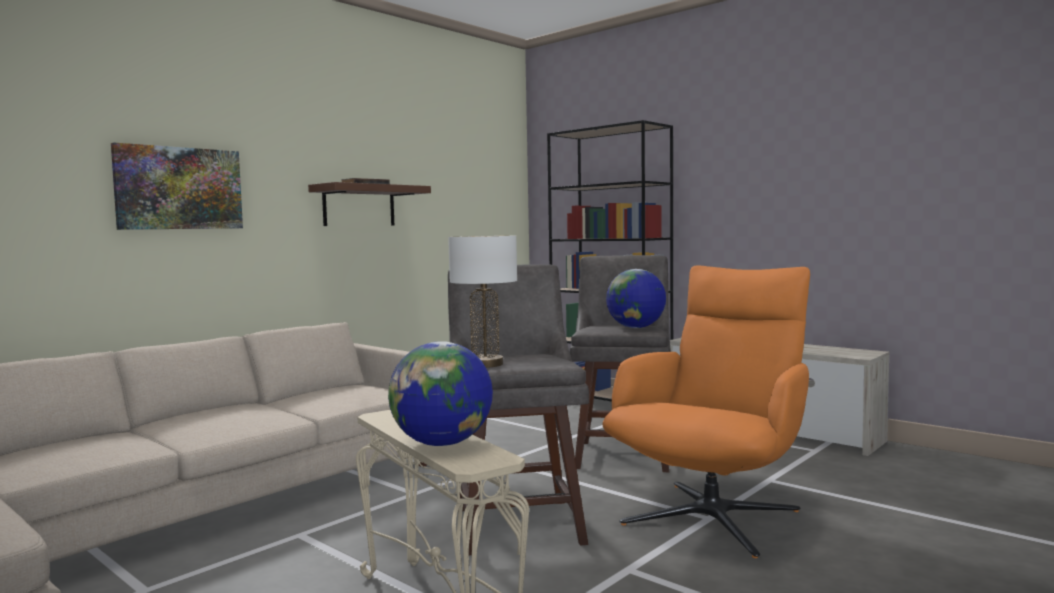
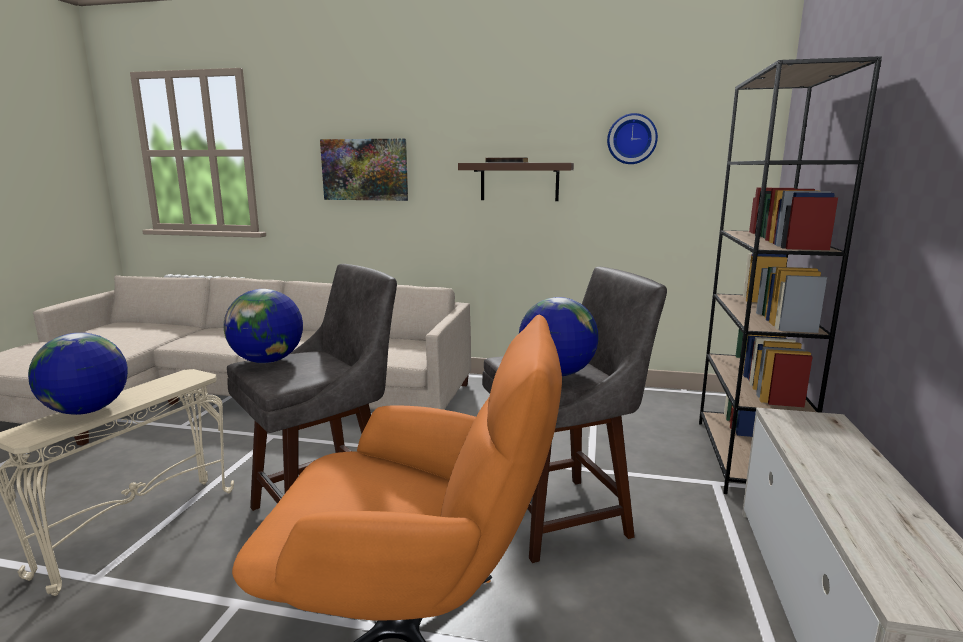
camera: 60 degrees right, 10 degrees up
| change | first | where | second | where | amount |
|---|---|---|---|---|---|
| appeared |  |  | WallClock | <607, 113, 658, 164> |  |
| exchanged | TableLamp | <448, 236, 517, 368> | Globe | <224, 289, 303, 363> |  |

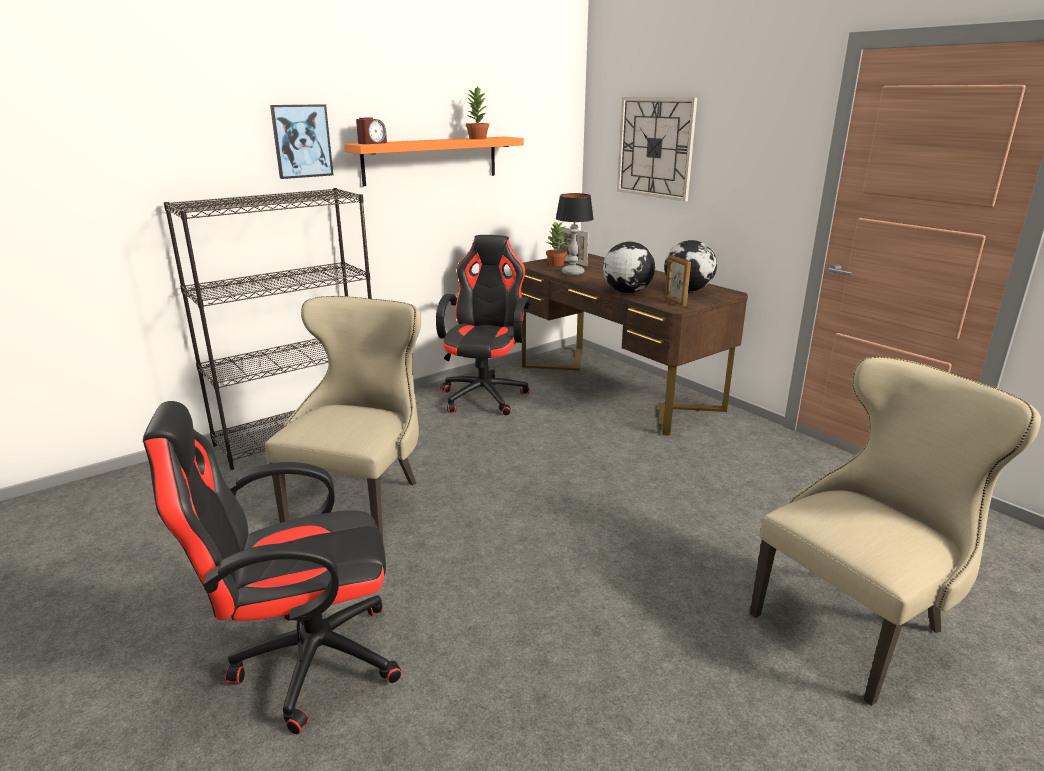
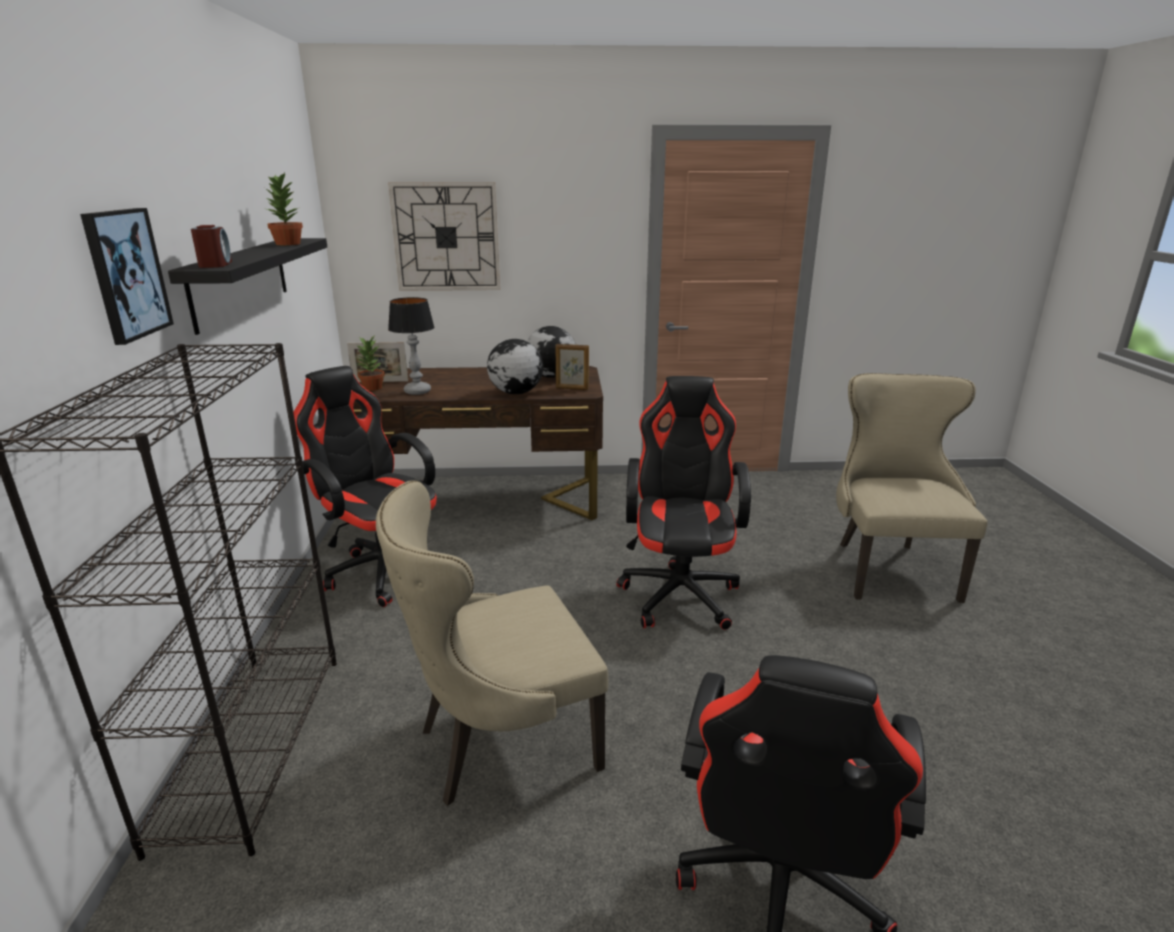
camera: 55 degrees left, 0 degrees up
| change | first | where | second | where | amount |
|---|---|---|---|---|---|
| appeared |  |  | BlackColouredComputerChair | <616, 376, 751, 630> |  |
| colour | OrangeColouredBracketShelf | <344, 137, 524, 186> | BlackColouredBracketShelf | <168, 238, 327, 335> |  |
| spun | SandColouredChair | <265, 296, 421, 540> |  | <376, 480, 608, 806> | 75 degrees counterclockwise |

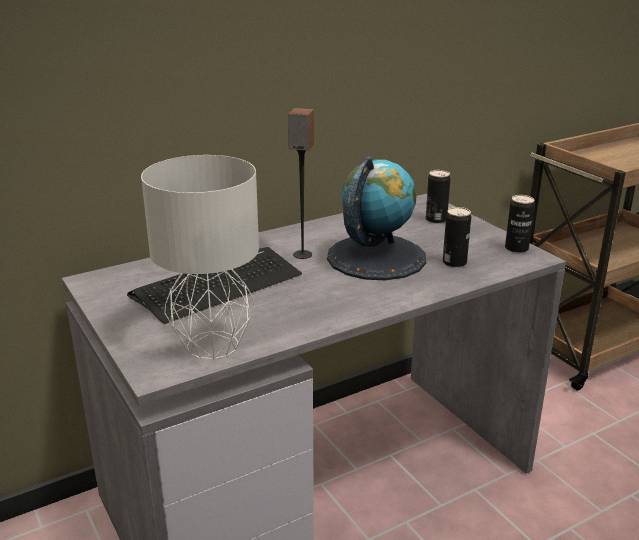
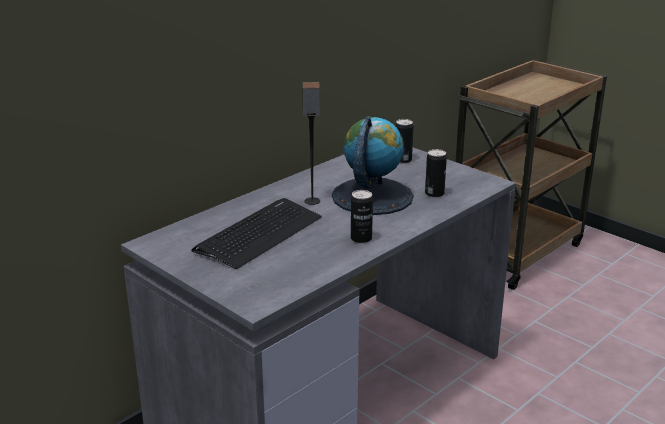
camera: 15 degrees left, 0 degrees up
| change | first | where | second | where | amount |
|---|---|---|---|---|---|
| missing | GrayTableLamp | <141, 155, 259, 359> |  |  |  |
| relocated | MetalCan | <505, 195, 535, 253> |  | <351, 190, 373, 243> |  |

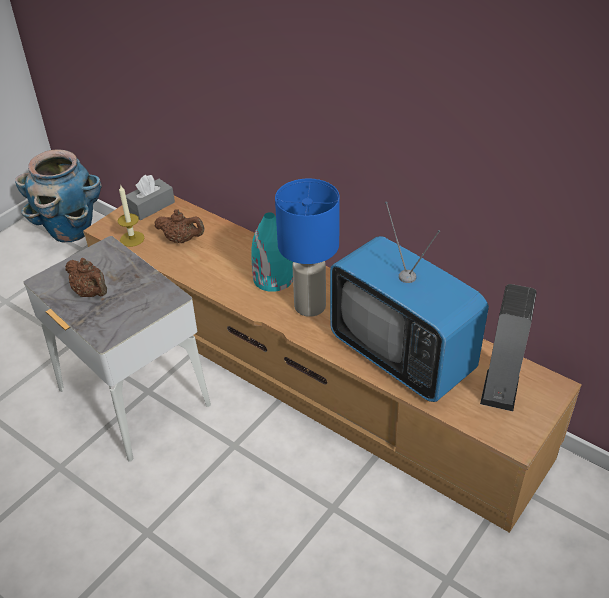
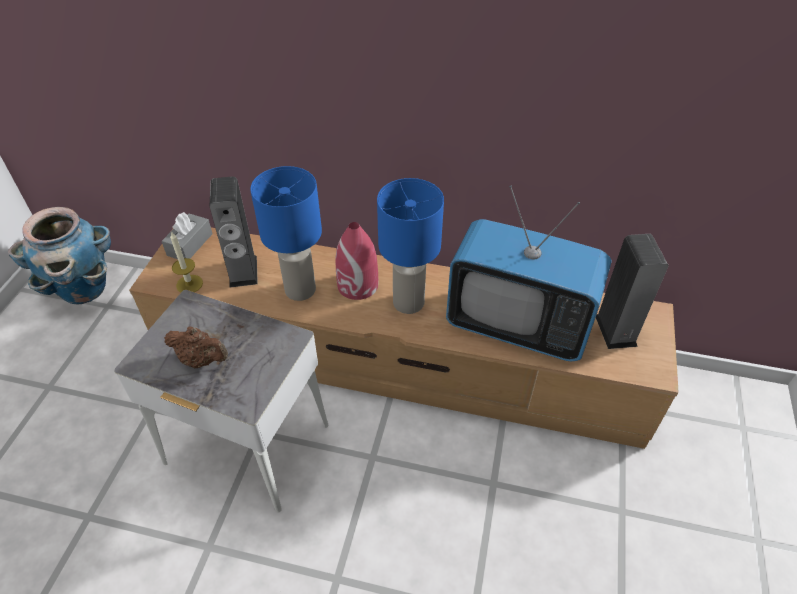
camera: 25 degrees left, 5 degrees up
| change | first | where | second | where | amount |
|---|---|---|---|---|---|
| appeared |  |  | BluishTableLamp | <250, 166, 322, 301> |  |
| exchanged | BrownColouredTeapot | <154, 209, 204, 243> | AudioSpeaker | <210, 176, 258, 288> |  |
| colour | BlueGreenFlowerVase | <251, 212, 293, 292> | ReddishFlowerVase | <335, 222, 378, 300> |  |

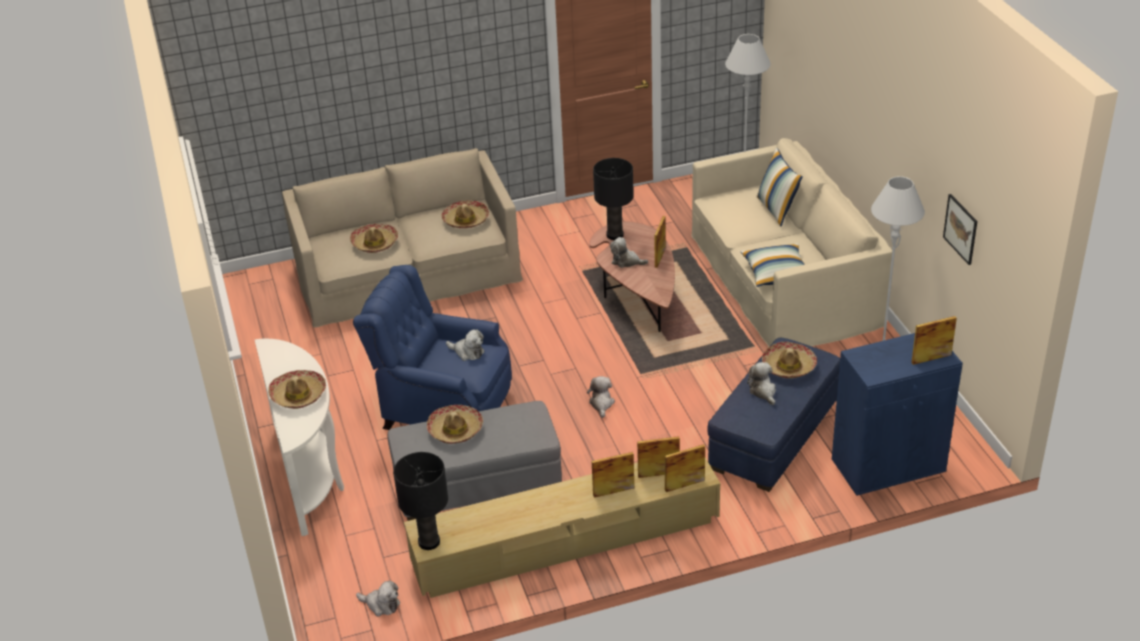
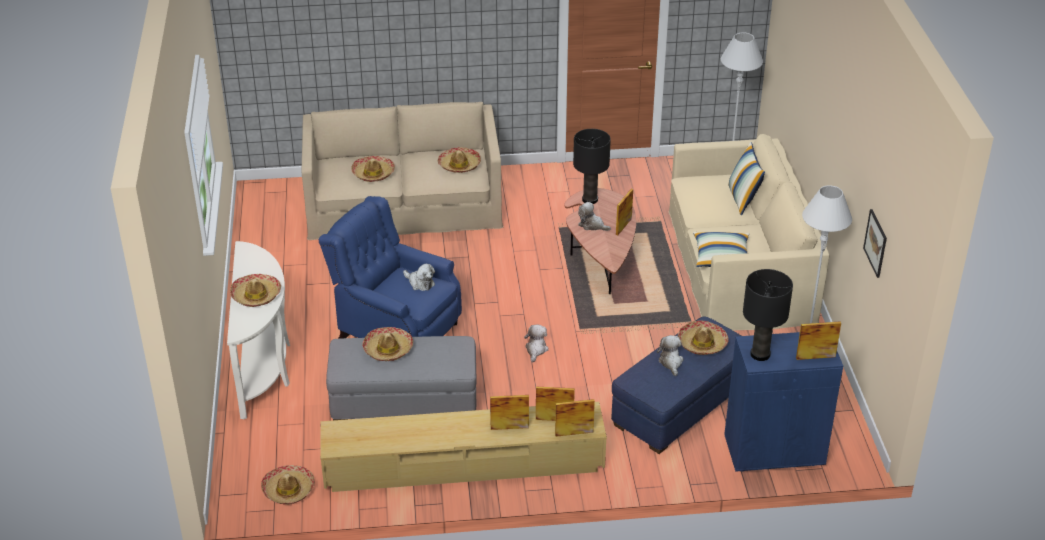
camera: 10 degrees right, 0 degrees up
| change | first | where | second | where | amount |
|---|---|---|---|---|---|
| relocated | BlackColouredTableLamp | <393, 452, 448, 550> |  | <743, 269, 793, 361> |  |
| exchanged | PlushToy | <356, 580, 400, 617> | Hat | <261, 465, 315, 505> |  |

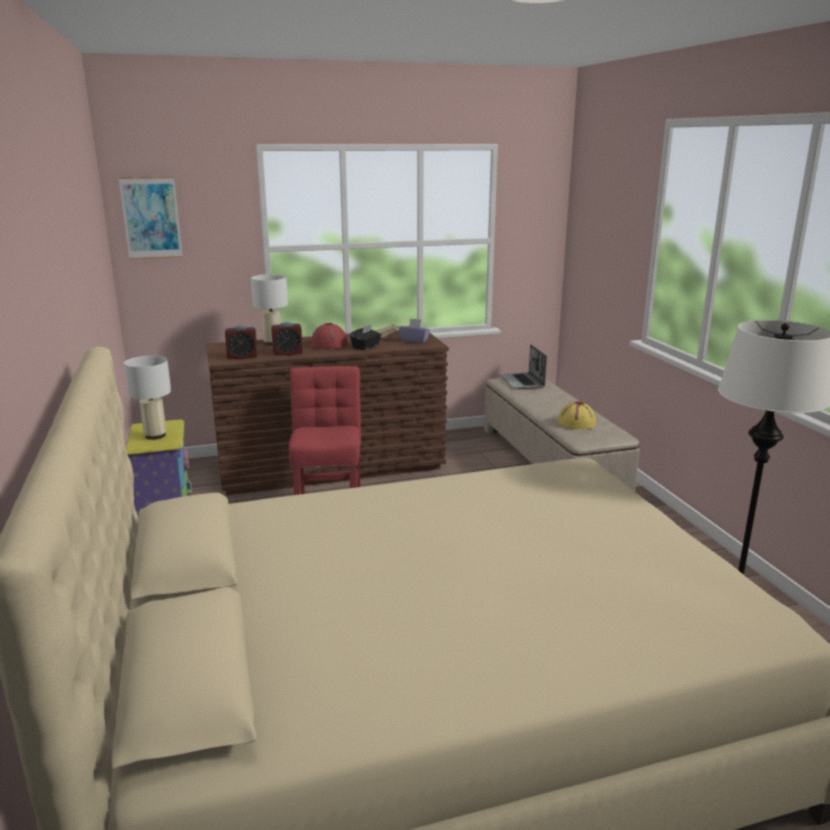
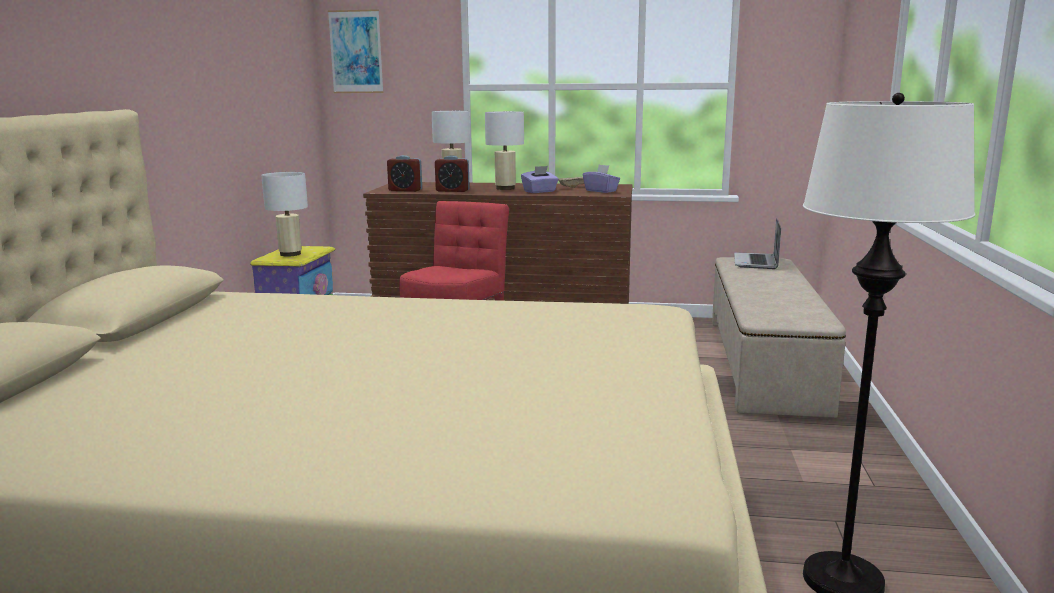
camera: 25 degrees right, 5 degrees down
| change | first | where | second | where | amount |
|---|---|---|---|---|---|
| missing | YellowishHat | <557, 401, 596, 429> |  |  |  |
| exchanged | ReddishHat | <311, 323, 348, 349> | WhiteColouredTableLamp | <485, 111, 524, 190> |  |
| colour | BlackColouredTissueBox | <350, 325, 381, 350> | PurpleColouredTissueBox | <521, 166, 559, 193> |  |

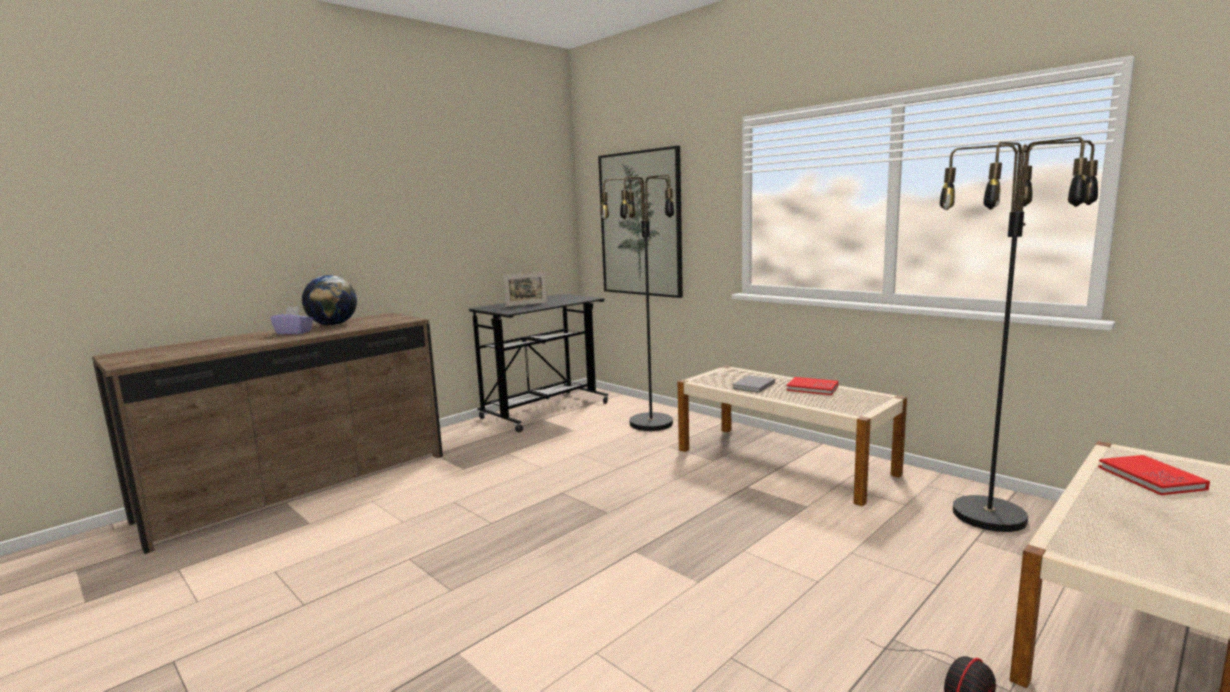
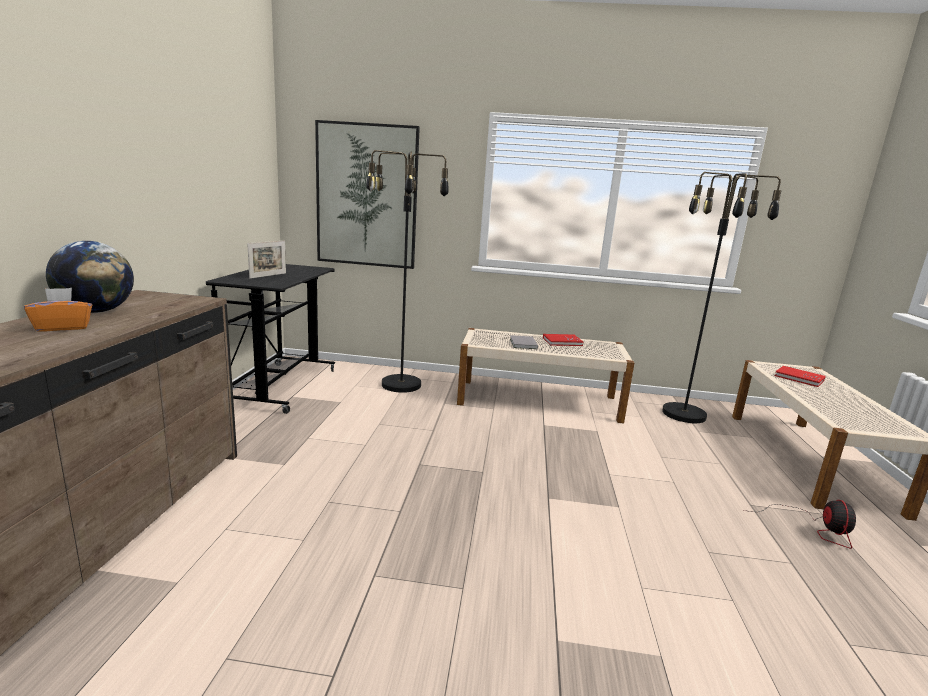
camera: 40 degrees left, 5 degrees up
| change | first | where | second | where | amount |
|---|---|---|---|---|---|
| colour | PurpleColouredTissueBox | <270, 306, 313, 335> | OrangeColouredTissueBox | <24, 288, 92, 331> |  |

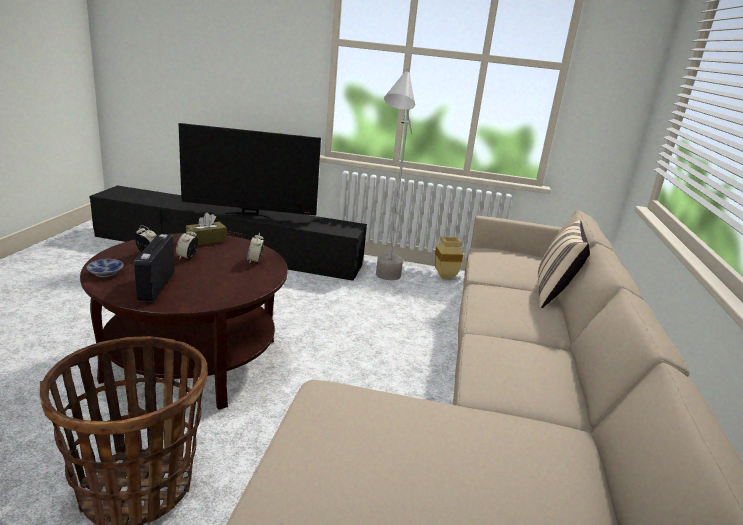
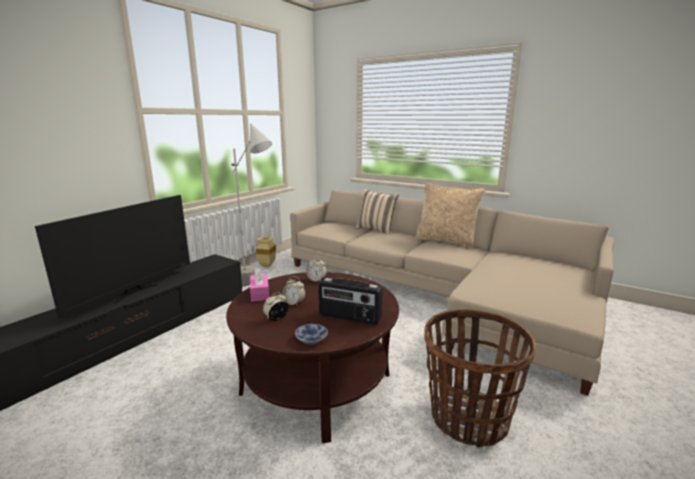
camera: 65 degrees left, 5 degrees down
| change | first | where | second | where | amount |
|---|---|---|---|---|---|
| appeared |  |  | SandColouredCushion | <416, 183, 485, 247> |  |
| colour | BrownColouredTissueBox | <186, 212, 227, 245> | PinkishTissueBox | <250, 268, 269, 302> |  |

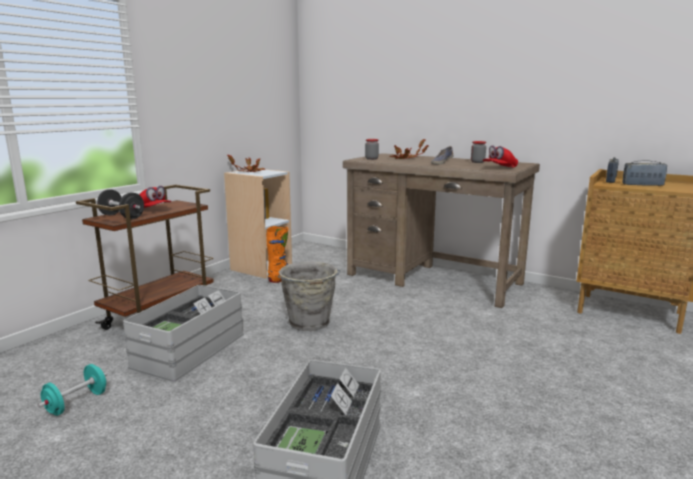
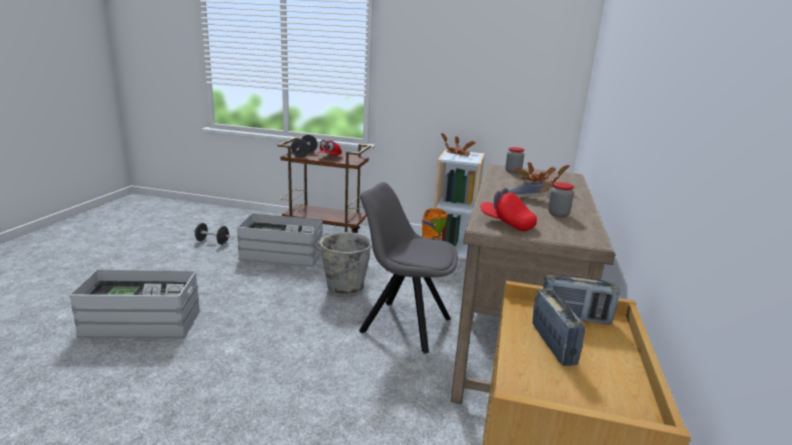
camera: 70 degrees right, 5 degrees up
| change | first | where | second | where | amount |
|---|---|---|---|---|---|
| appeared |  |  | GrayChair | <359, 182, 458, 353> |  |
| colour | BlueGreenDumbbell | <38, 364, 107, 416> | BlackColouredDumbbell | <194, 223, 230, 245> |  |

